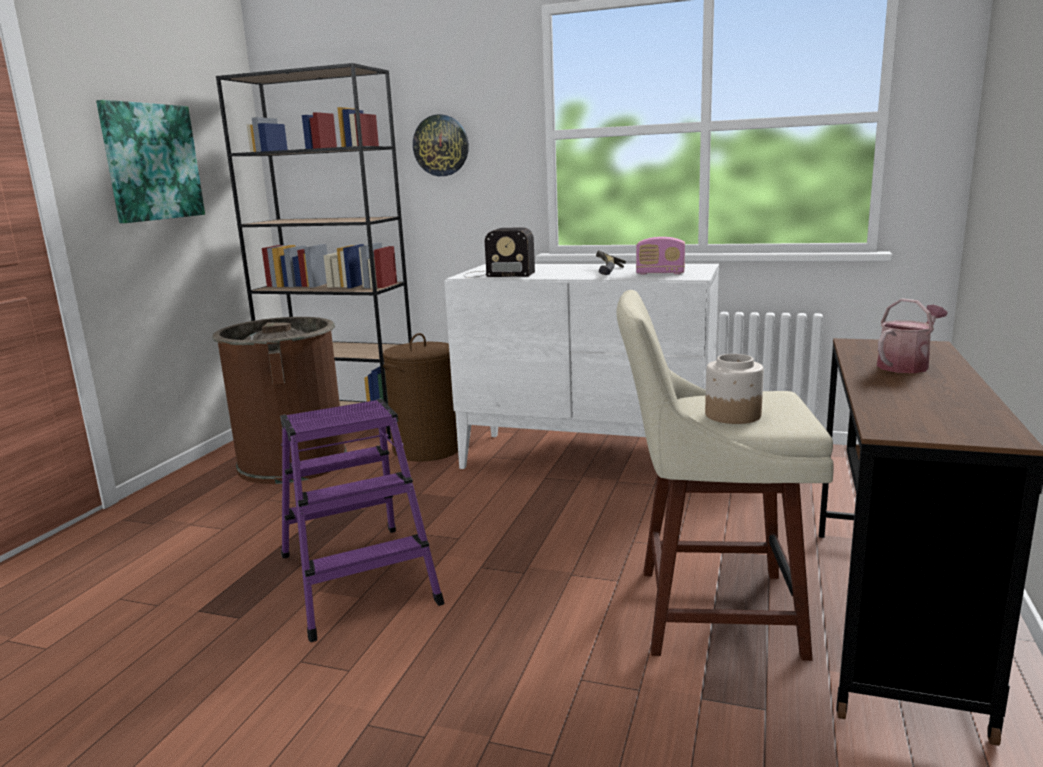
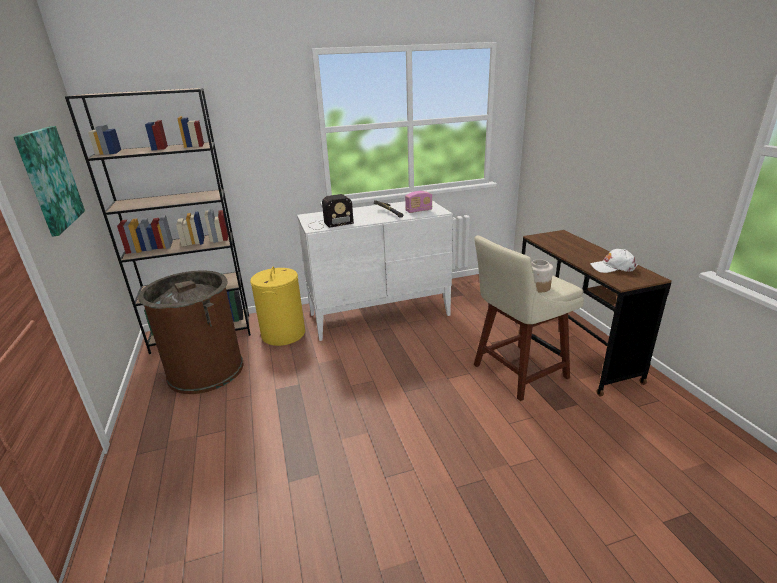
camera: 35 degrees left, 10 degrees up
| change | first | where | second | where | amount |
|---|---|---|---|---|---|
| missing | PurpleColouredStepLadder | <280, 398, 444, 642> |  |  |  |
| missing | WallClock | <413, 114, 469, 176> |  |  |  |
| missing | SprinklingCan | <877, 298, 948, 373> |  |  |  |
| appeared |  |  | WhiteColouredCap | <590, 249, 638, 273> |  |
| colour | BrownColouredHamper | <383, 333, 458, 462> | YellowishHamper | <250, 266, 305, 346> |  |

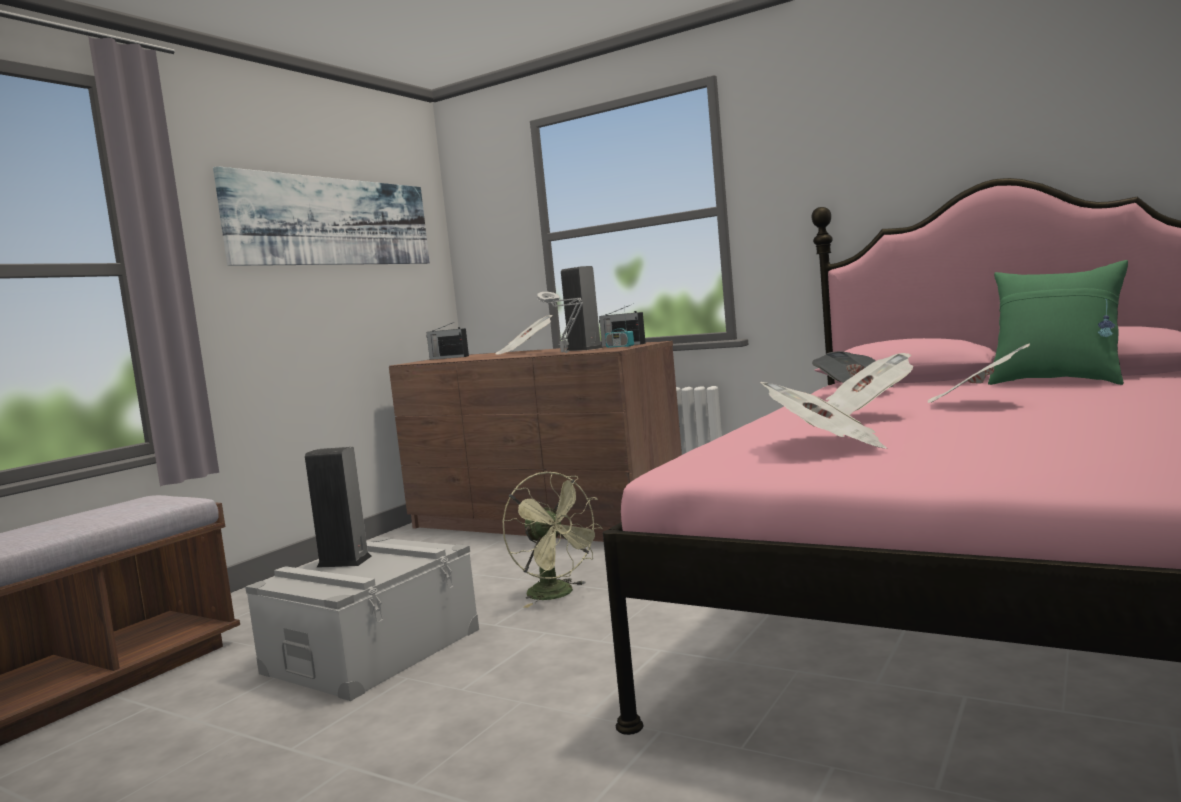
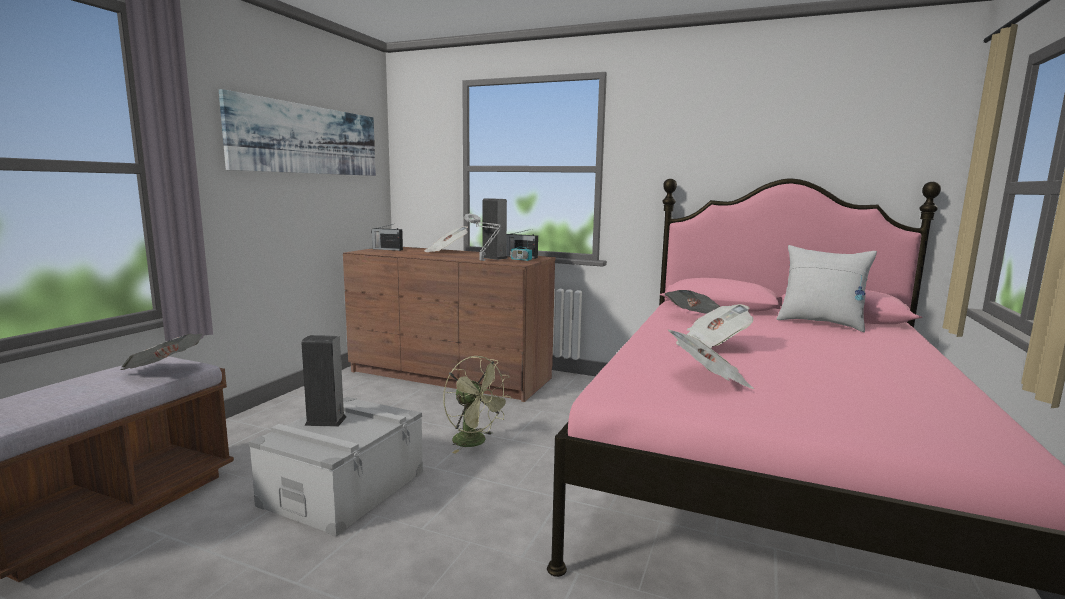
camera: 10 degrees left, 5 degrees up
| change | first | where | second | where | amount |
|---|---|---|---|---|---|
| relocated | DailyPaper | <928, 344, 1030, 403> |  | <120, 334, 203, 370> |  |
| colour | GreenishCushion | <988, 260, 1128, 385> | GrayCushion | <777, 245, 877, 332> |  |

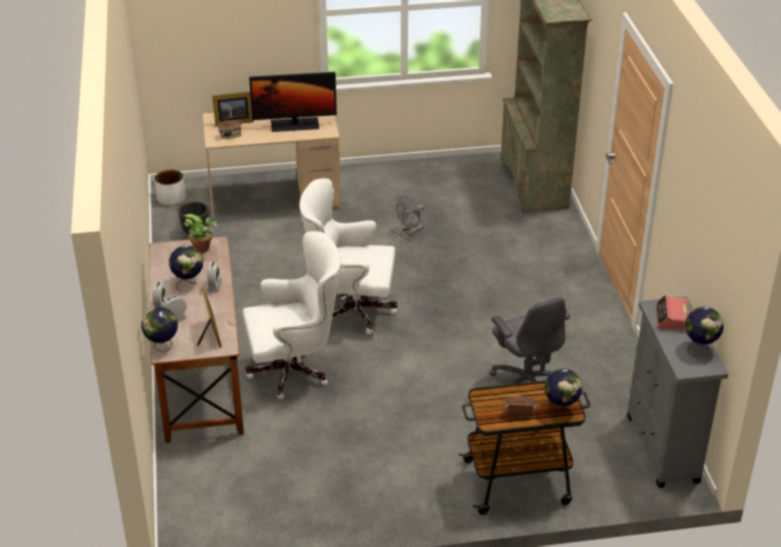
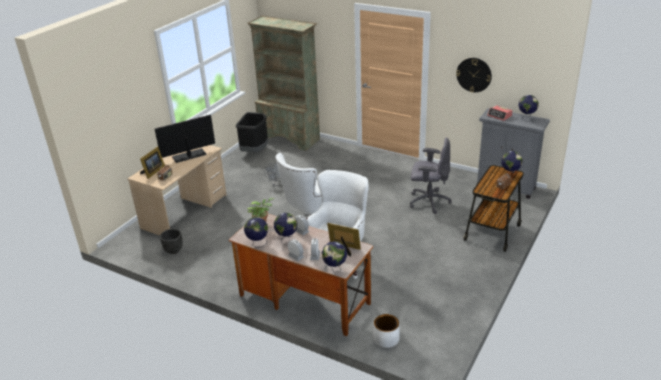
camera: 50 degrees left, 5 degrees down
| change | first | where | second | where | amount |
|---|---|---|---|---|---|
| appeared |  |  | BlackColouredRubbishBin | <236, 112, 268, 152> |  |
| appeared |  |  | Globe | <244, 217, 268, 247> |  |
| appeared |  |  | WallClock | <456, 58, 492, 92> |  |
| relocated | WhiteColouredFlowerPot | <155, 170, 186, 205> |  | <374, 314, 399, 348> |  |
| spun | Monitor | <249, 72, 337, 132> |  | <155, 115, 215, 163> | 150 degrees counterclockwise |

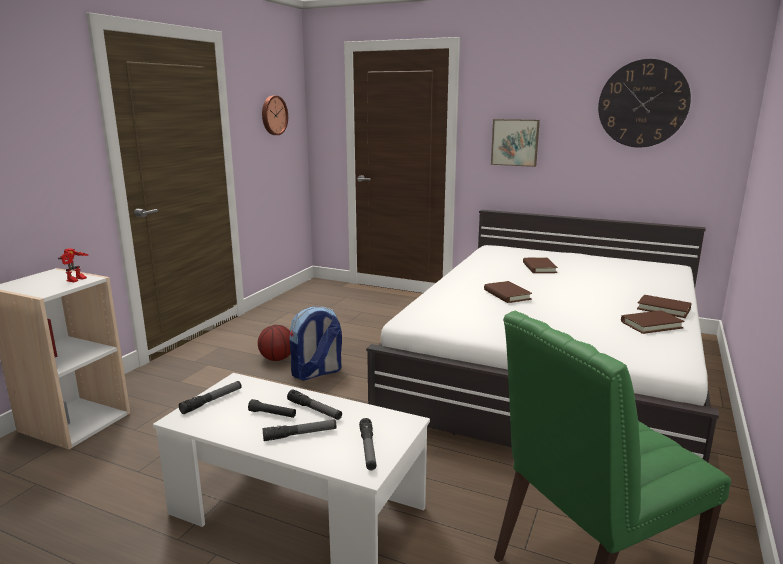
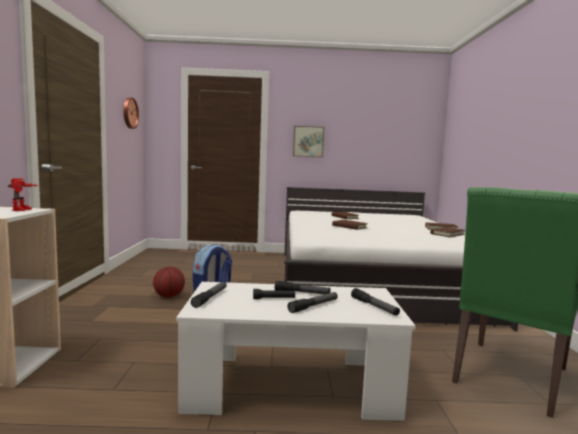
camera: 25 degrees left, 10 degrees down
| change | first | where | second | where | amount |
|---|---|---|---|---|---|
| missing | WallClock | <598, 59, 691, 148> |  |  |  |

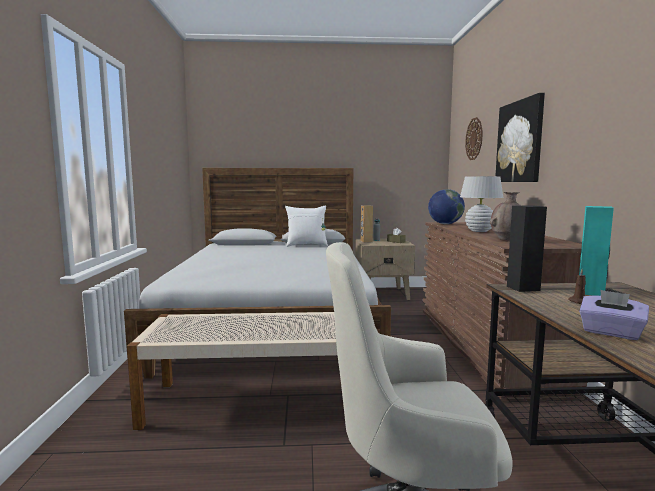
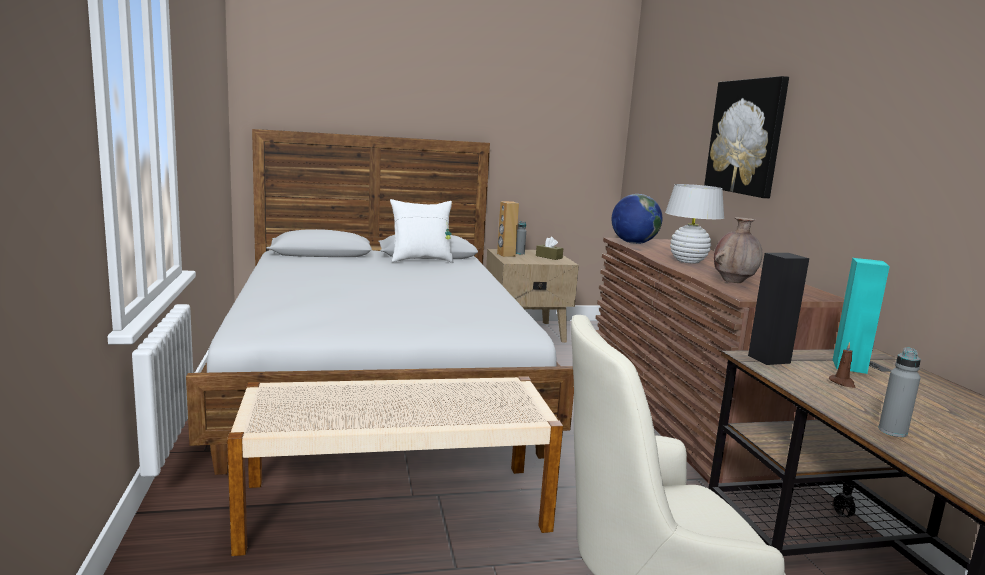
camera: 10 degrees left, 5 degrees up
| change | first | where | second | where | amount |
|---|---|---|---|---|---|
| missing | WallClock | <465, 117, 483, 160> |  |  |  |
| exchanged | PurpleColouredTissueBox | <579, 290, 649, 340> | GrayDrinkBottle | <878, 347, 921, 437> |  |

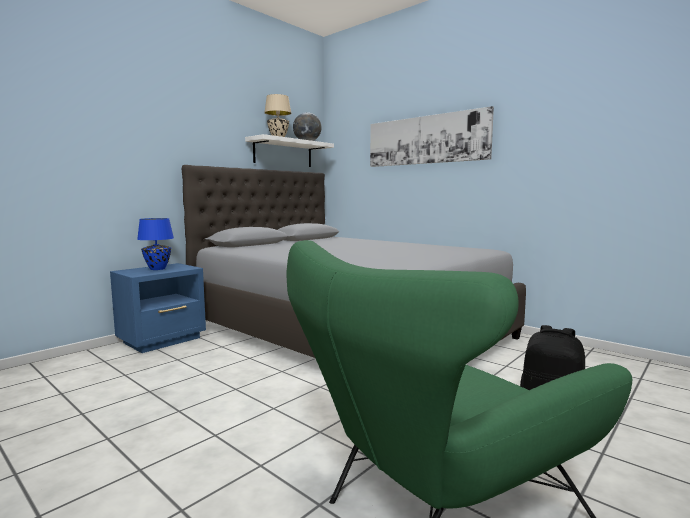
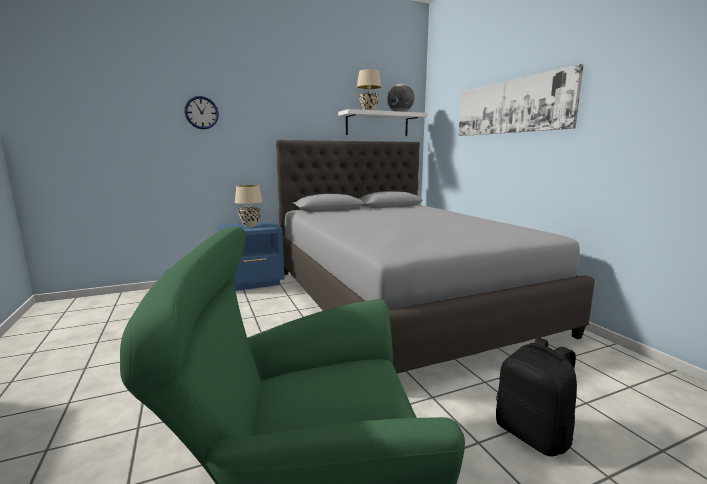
camera: 25 degrees right, 5 degrees up
| change | first | where | second | where | amount |
|---|---|---|---|---|---|
| appeared |  |  | WallClock | <185, 96, 219, 129> |  |
| colour | BluishTableLamp | <137, 218, 174, 270> | SandColouredTableLamp | <235, 185, 263, 227> |  |

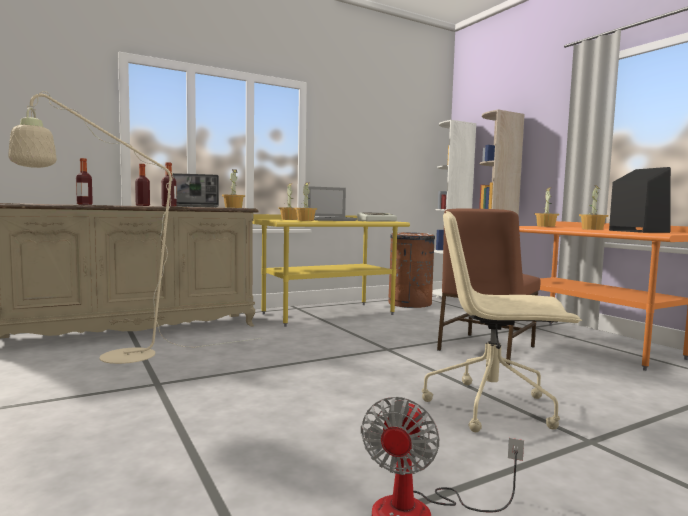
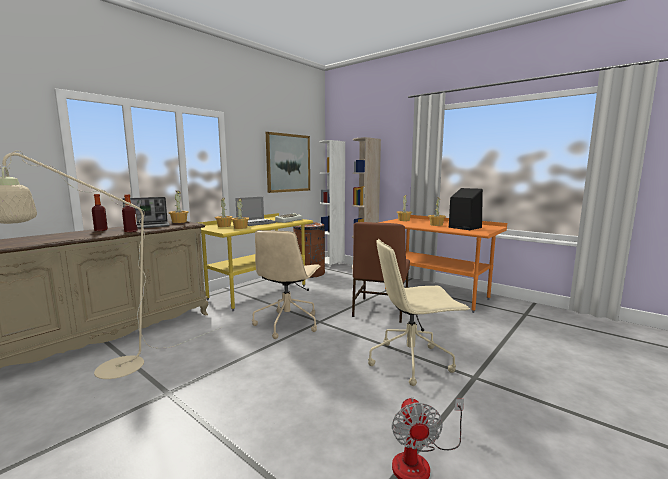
camera: 20 degrees left, 5 degrees up
| change | first | where | second | where | amount |
|---|---|---|---|---|---|
| missing | DrinkBottle | <76, 158, 93, 205> |  |  |  |
| appeared |  |  | SandColouredComputerChair | <252, 230, 321, 339> |  |
| appeared |  |  | Picture | <266, 132, 310, 193> |  |

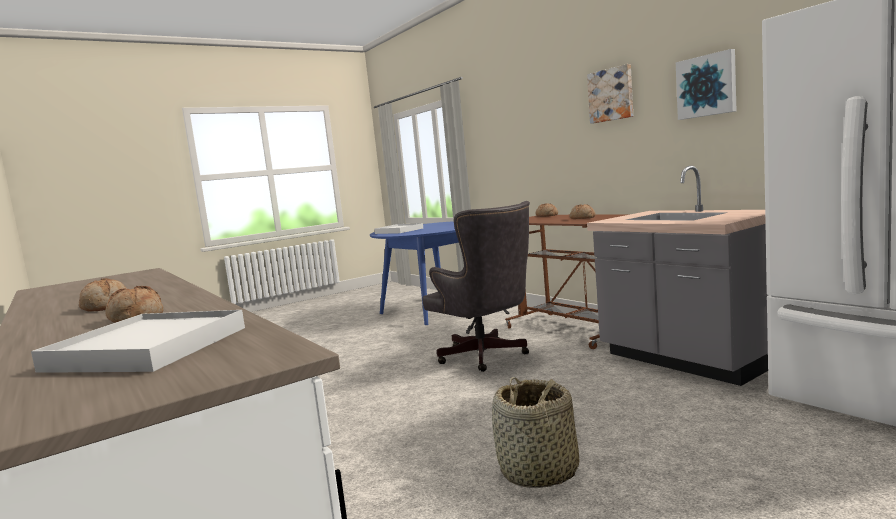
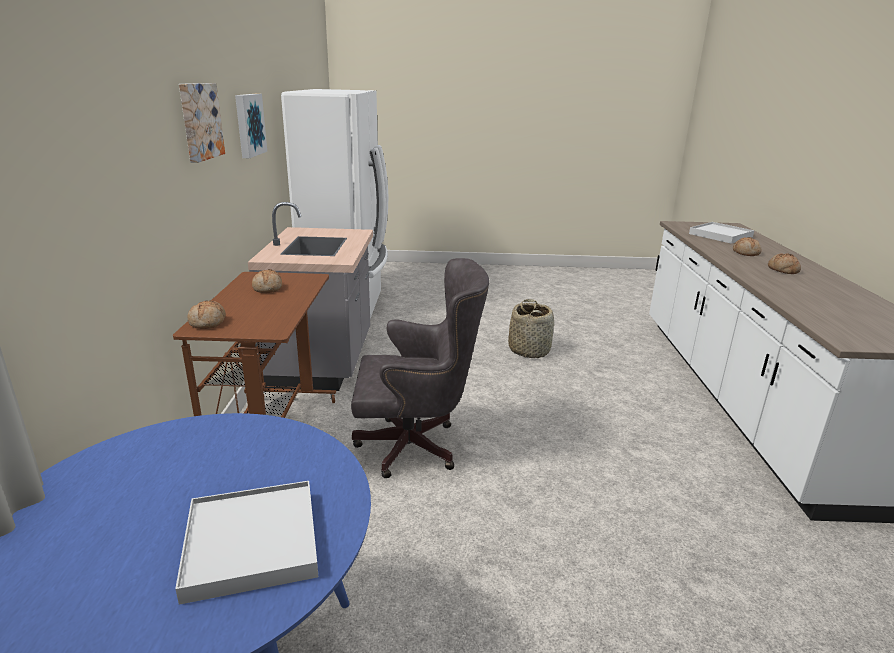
camera: 145 degrees left, 15 degrees up
| change | first | where | second | where | amount |
|---|---|---|---|---|---|
| spun | GrayComputerChair | <422, 201, 530, 372> |  | <351, 258, 489, 478> | 90 degrees clockwise |

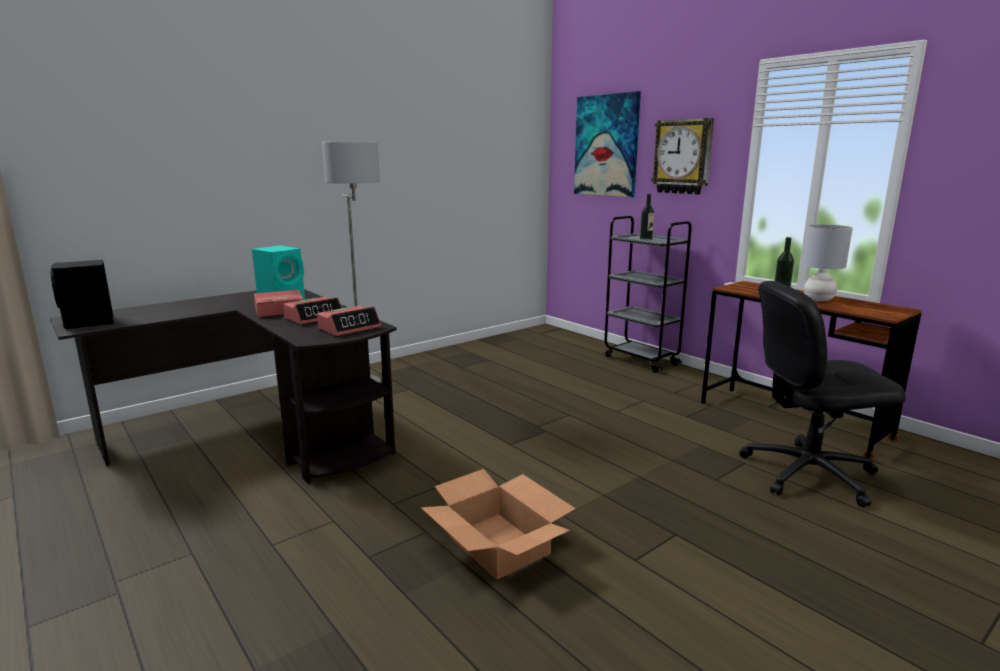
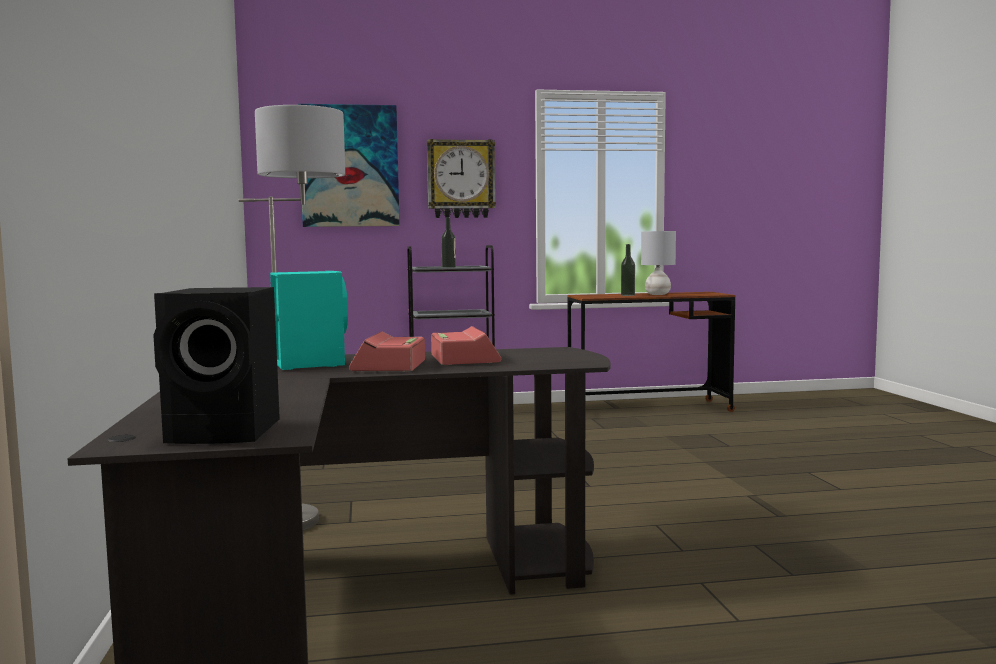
camera: 60 degrees left, 10 degrees down
| change | first | where | second | where | amount |
|---|---|---|---|---|---|
| missing | AlarmClock | <317, 306, 381, 336> |  |  |  |
| missing | PackingBox | <421, 469, 576, 580> |  |  |  |
| missing | BlackColouredComputerChair | <739, 281, 906, 507> |  |  |  |

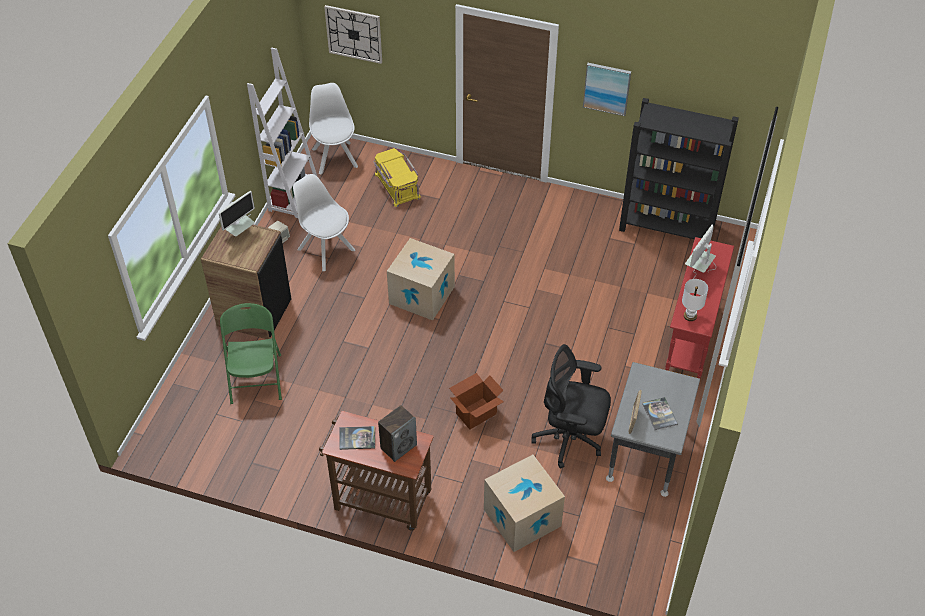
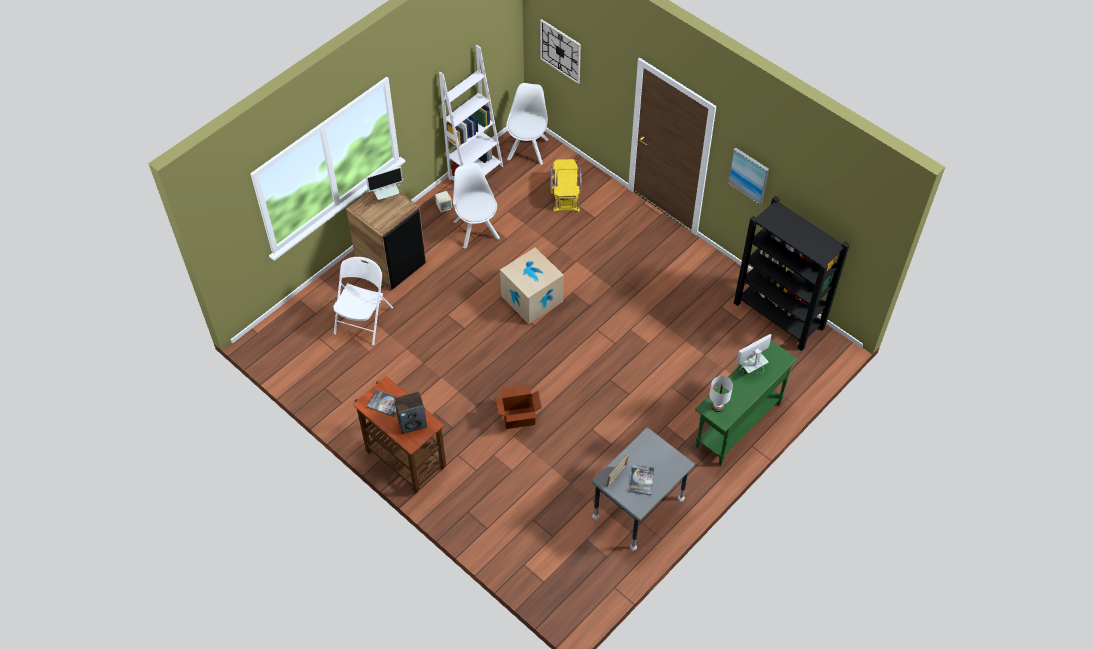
camera: 25 degrees right, 5 degrees up
| change | first | where | second | where | amount |
|---|---|---|---|---|---|
| missing | PackingBox | <484, 455, 565, 552> |  |  |  |
| missing | BlackColouredComputerChair | <531, 344, 611, 469> |  |  |  |
| colour | GreenishChair | <220, 303, 282, 404> | WhiteColouredChair | <333, 257, 393, 345> |  |
| colour | ReddishHallTable | <665, 237, 734, 379> | GreenishHallTable | <695, 340, 797, 465> |  |

